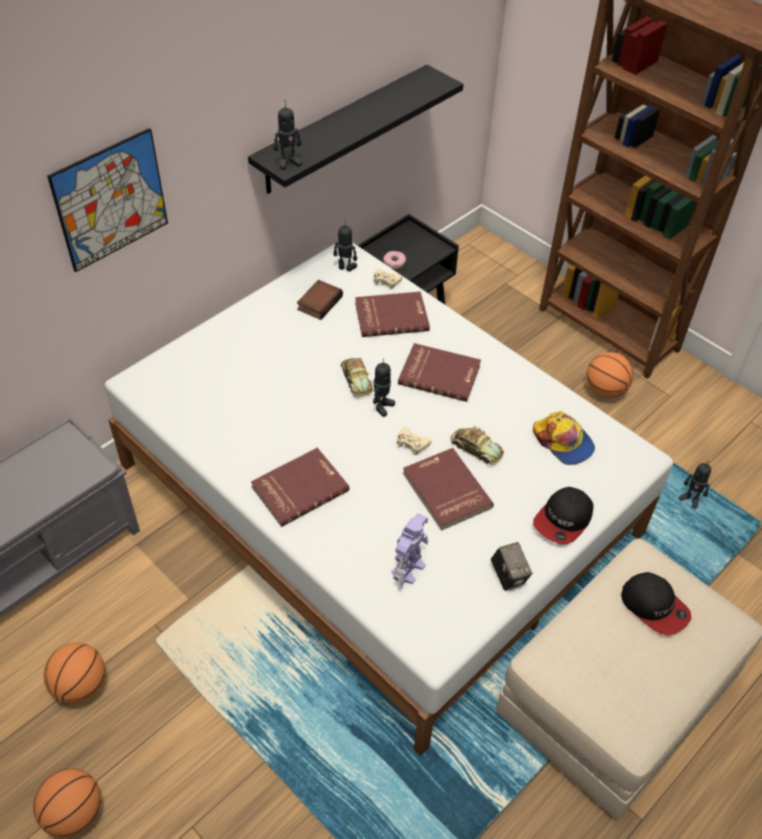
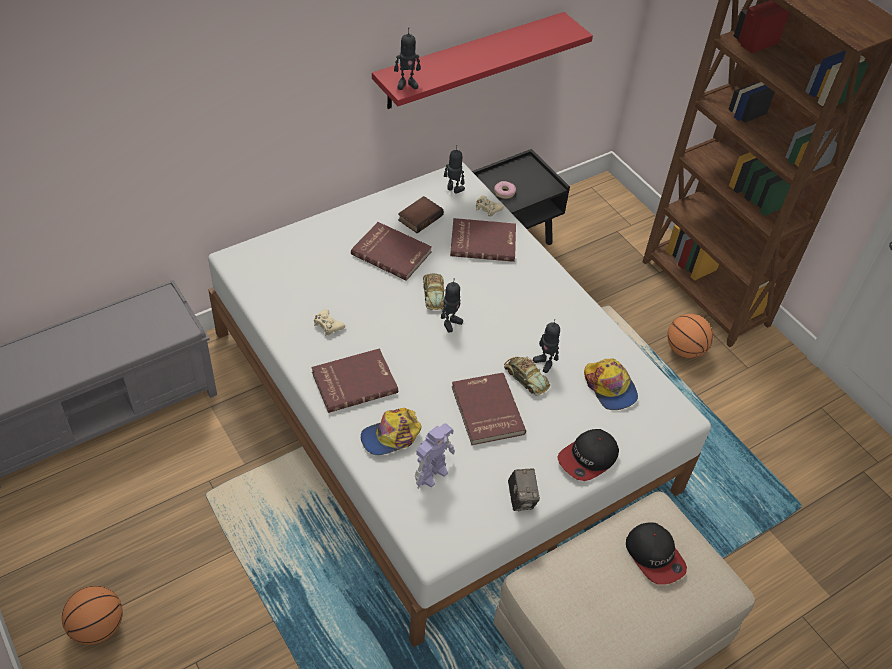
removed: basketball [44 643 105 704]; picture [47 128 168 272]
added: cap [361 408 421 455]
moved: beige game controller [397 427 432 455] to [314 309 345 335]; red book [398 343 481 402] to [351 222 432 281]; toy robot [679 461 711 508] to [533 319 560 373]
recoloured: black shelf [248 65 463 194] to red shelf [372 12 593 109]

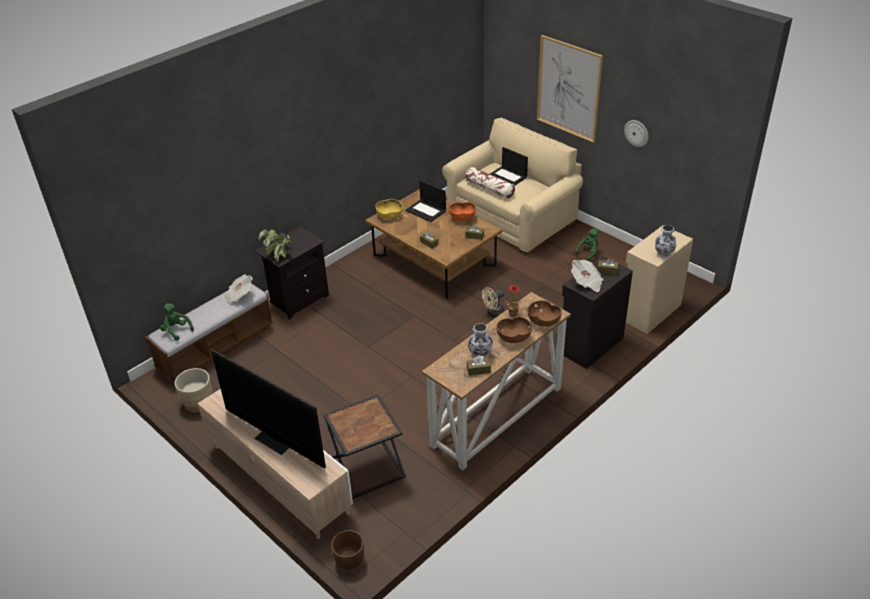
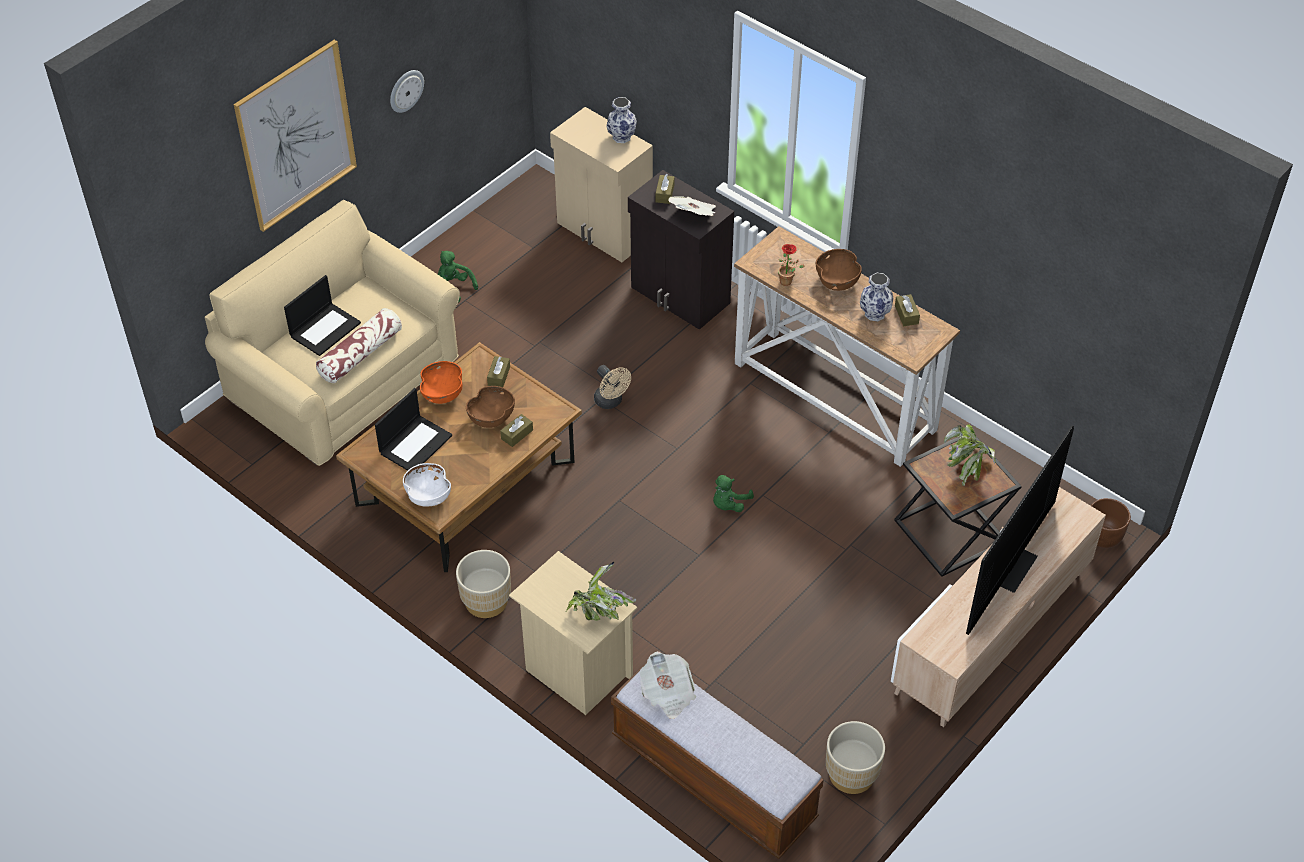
added: beige planter [456 550 511 618]; potted plant [944 424 995 486]
moved: green plush toy [160 303 194 341] to [713 475 754 512]; brown bowl [528 300 562 327] to [466 386 515 428]
recoloured: black nightstand [255 226 329 319] to beige nightstand [509 551 637 715]; yellow bowl [376 199 403 219] to white bowl [403 463 451 507]

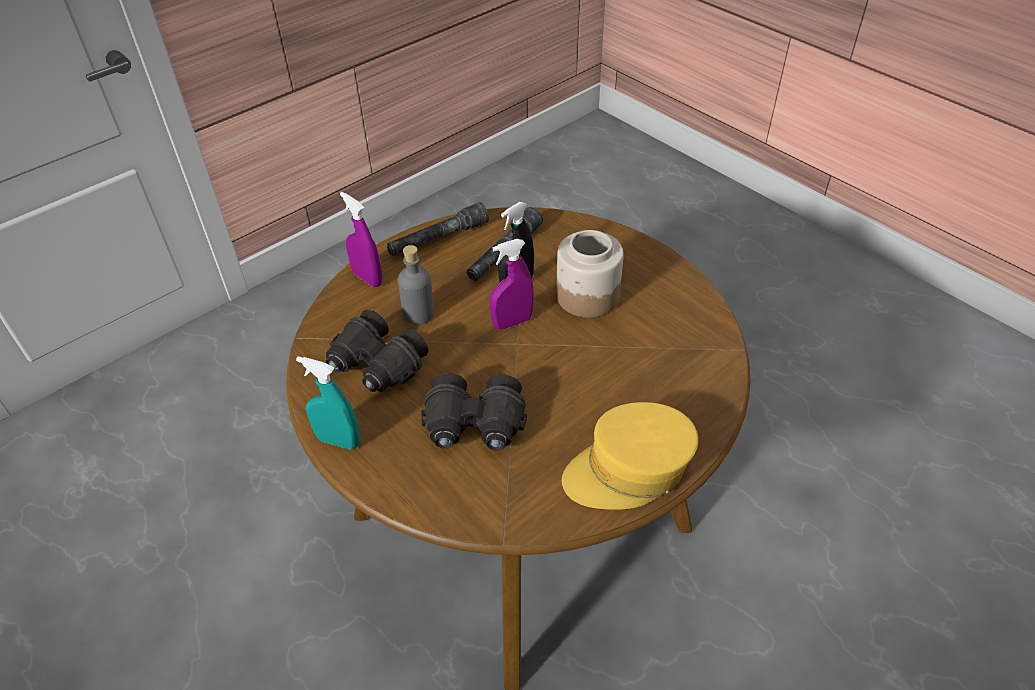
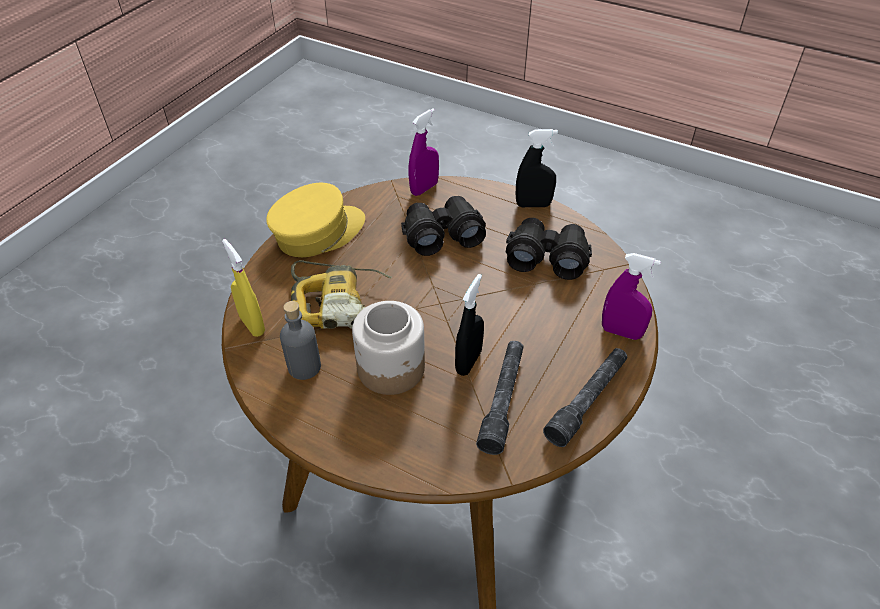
added: yellow spray bottle [222 239 265 337]; power drill [291 260 392 329]
moved: grey bottle [398 245 434 325] to [280 301 321 380]; purple spray bottle [490 239 534 330] to [408 109 439 196]
recoloured: turquoise spray bottle [296 356 360 450] to black spray bottle [516 129 558 207]

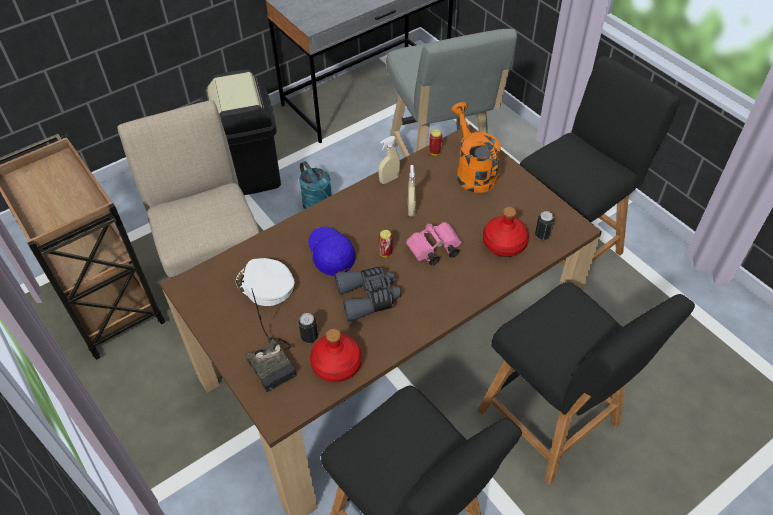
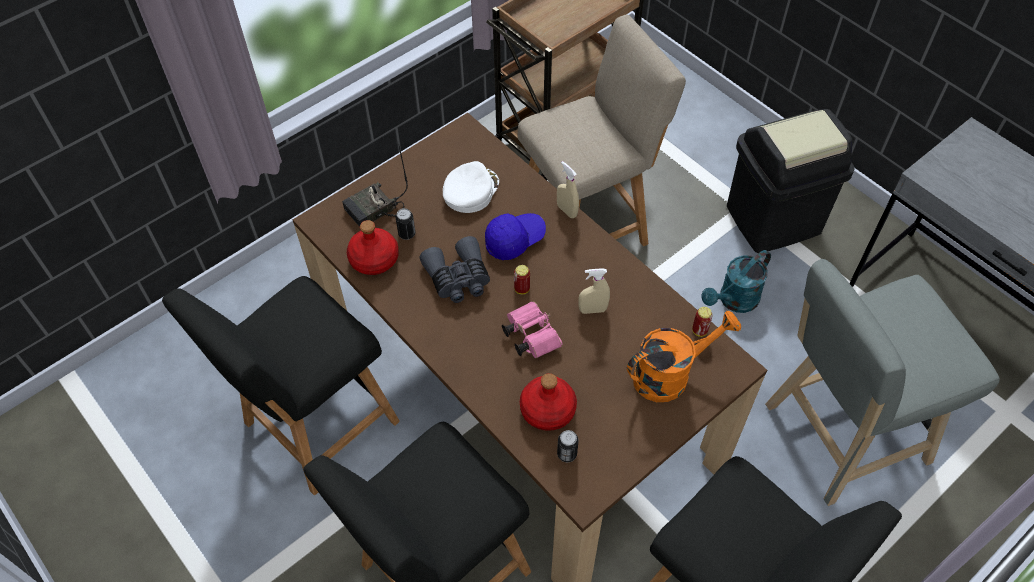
moved: beige spray bottle [378 136 400 184] to [557 161 579 218]

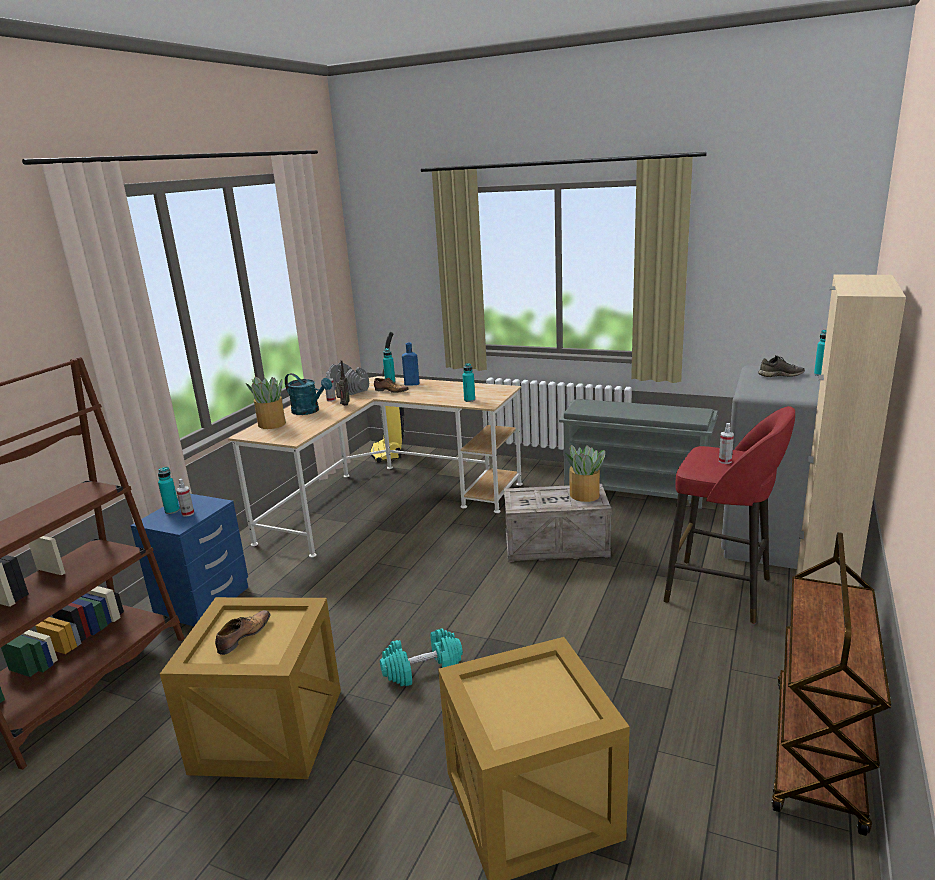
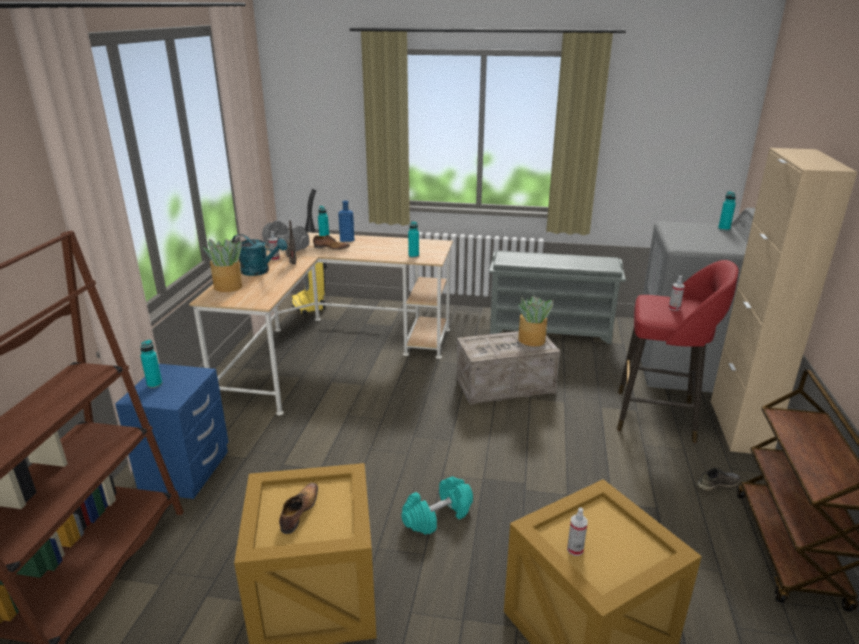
moved: spray bottle [176 479 194 517] to [567 507 588 556]; grey shoe [758 355 805 377] to [697 468 741 491]

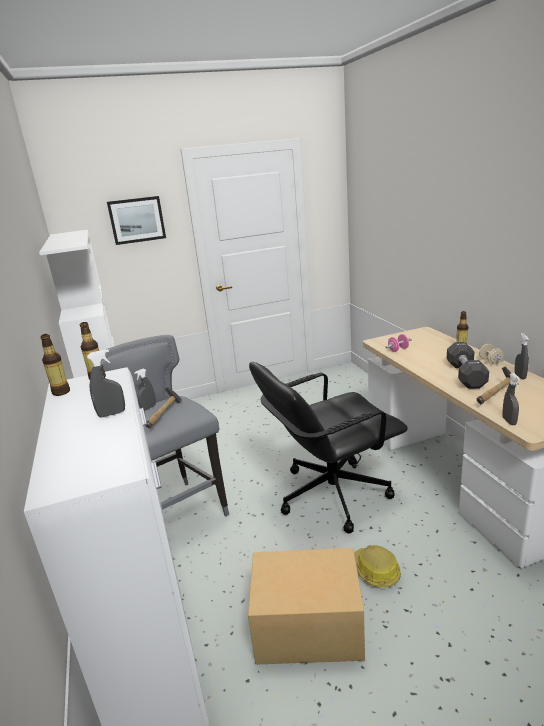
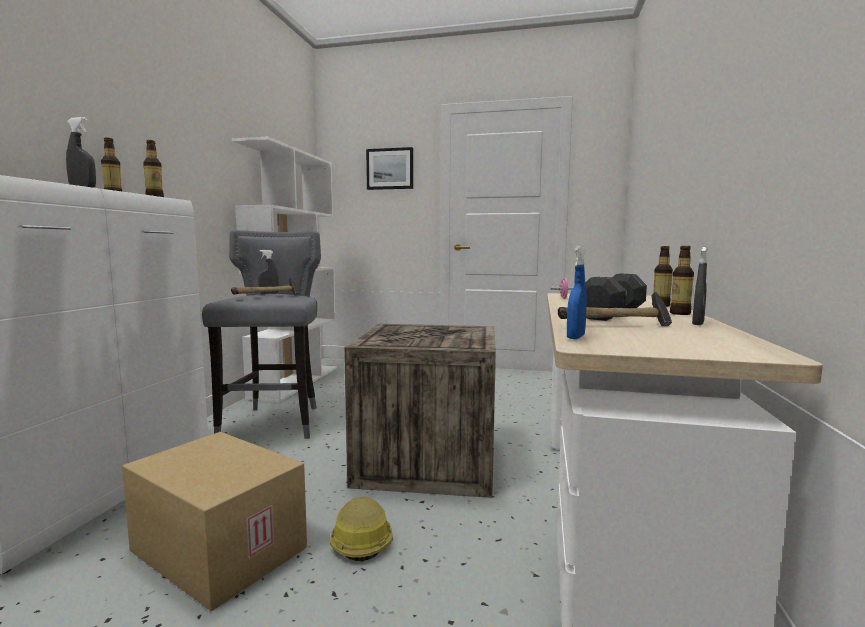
replaced: black office chair [249 362 408 534] to crate [344 324 496 498]; beige dumbbell [479 344 504 364] to bottle [670 246 694 315]
recoloured: grey spray bottle [502 373 520 425] to blue spray bottle [567 246 587 339]

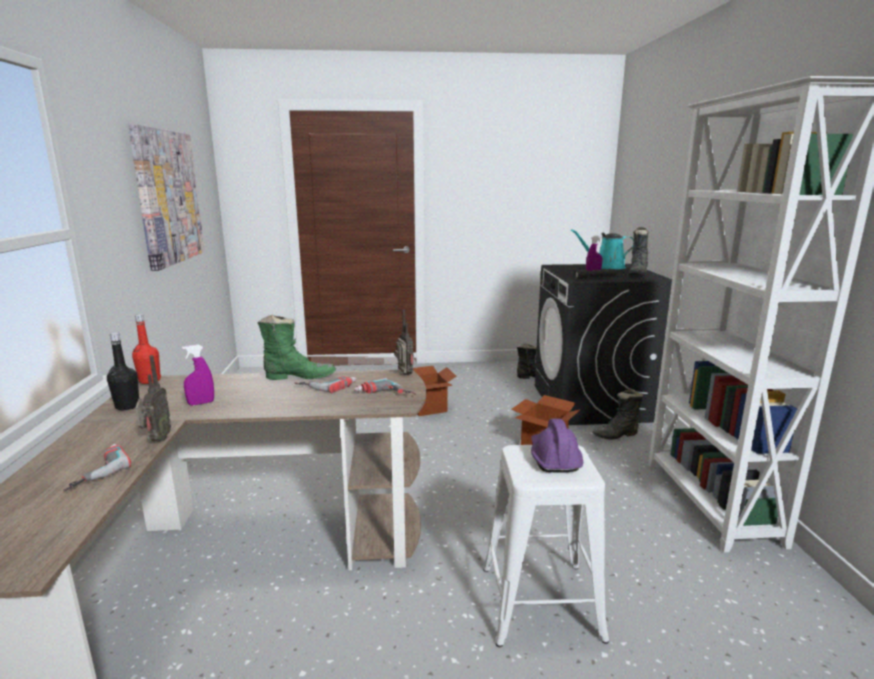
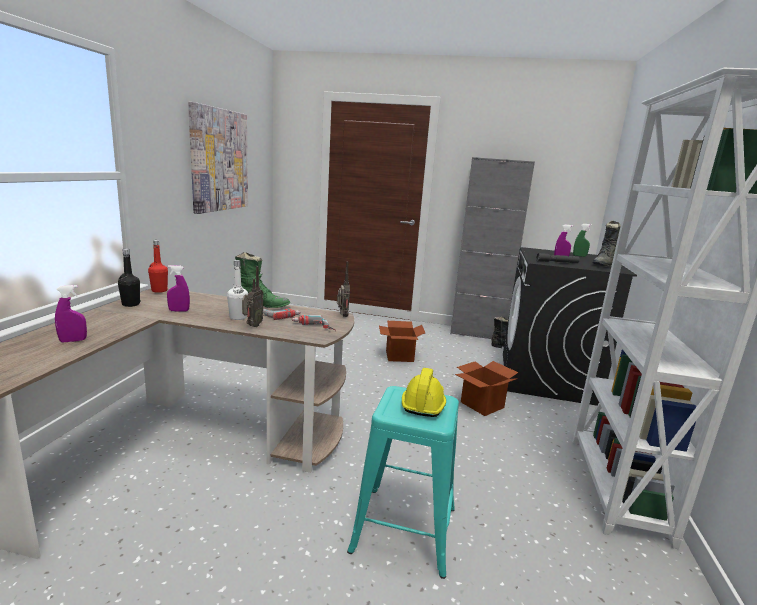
removed: black boot [592 388 643 440]
added: white bottle [227 260 248 320]; grey cabinet [450 157 535 339]
moved: radio [135 355 171 442] to [242 266 263 327]
replaced: power drill [63 444 131 491] to purple spray bottle [55 285 87 342]; turquoise watering can [571 229 634 269] to green spray bottle [573 224 592 257]
recoloured: white stool [483 445 609 647] to turquoise stool [347 386 459 579]; purple hard hat [531 419 583 473] to yellow hard hat [402 368 446 417]

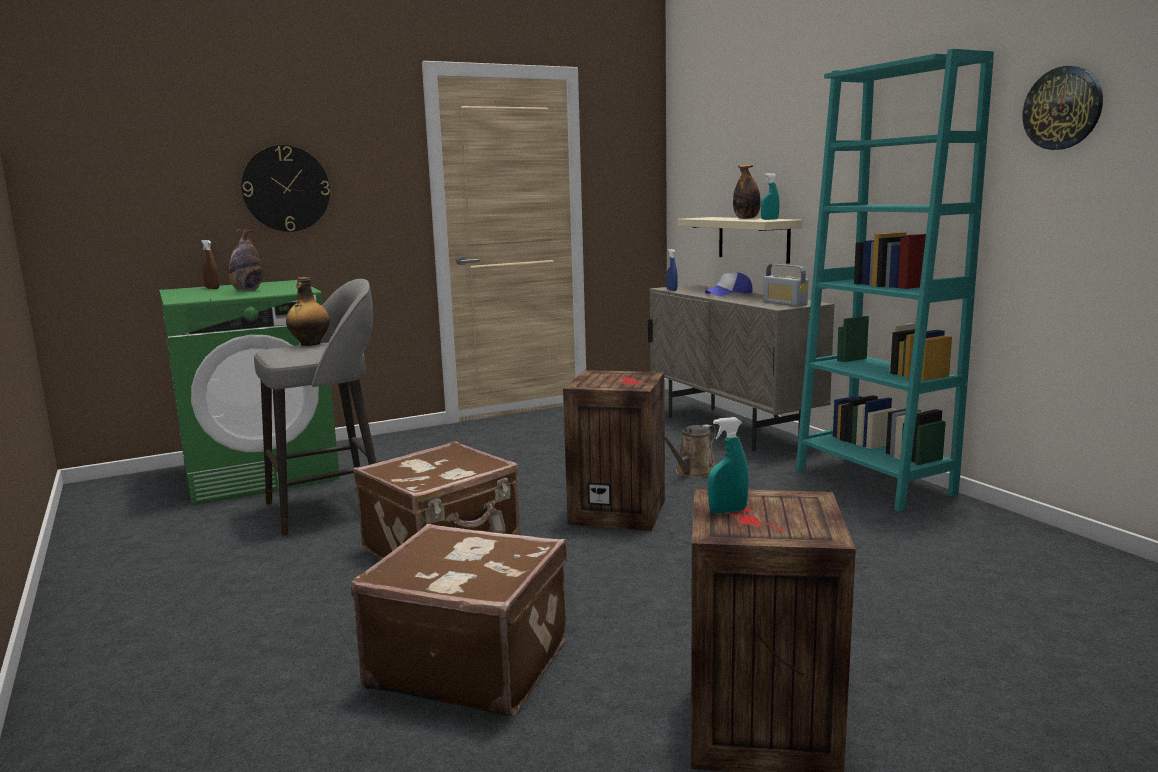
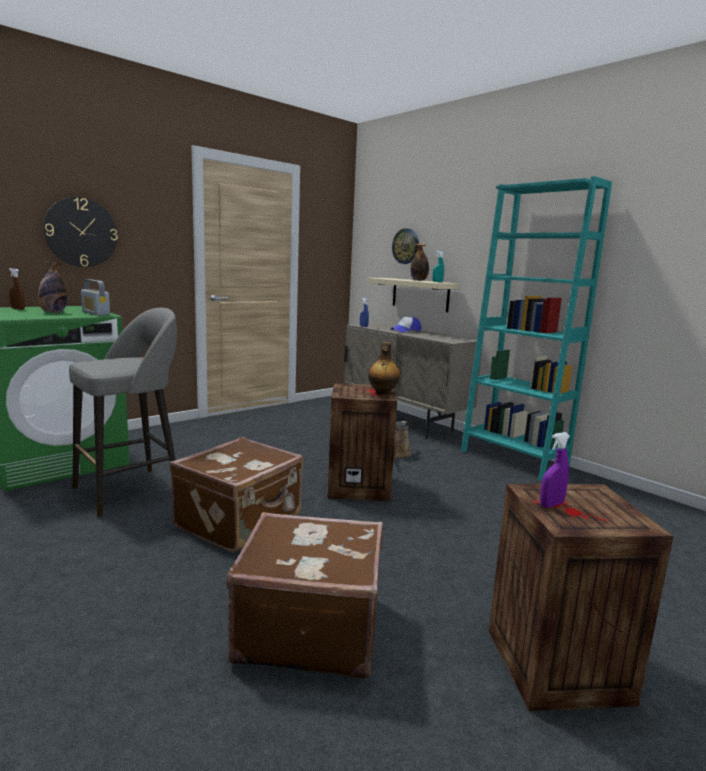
moved: bottle [286 277 330 346] to [368 342 400 395]; radio [763 264 808 307] to [81 279 110 316]; wall clock [1023 66 1103 150] to [392 228 419 264]
recoloured: turquoise spray bottle [708 417 748 514] to purple spray bottle [540 432 570 507]

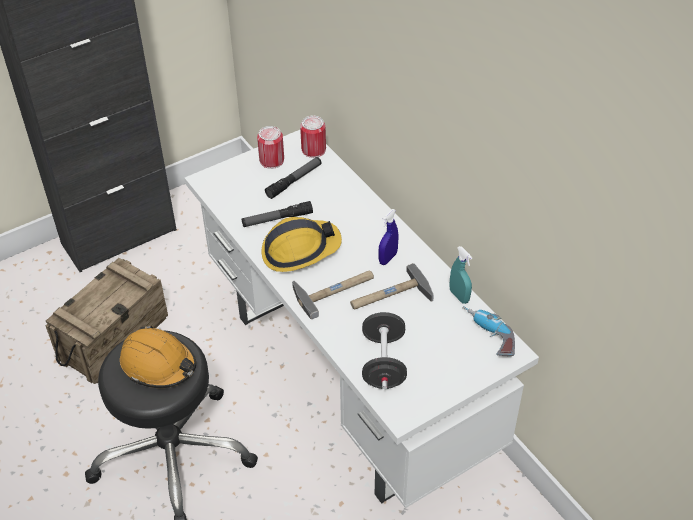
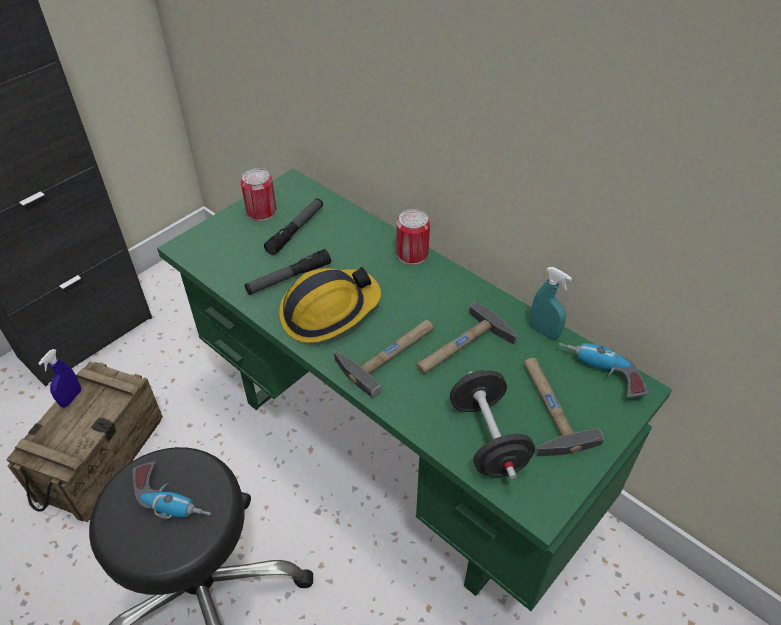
added: hammer [524 358 604 456]
moved: can [300 116 326 158] to [396 209 430 265]; blue spray bottle [378 209 399 265] to [38 349 81 407]
replaced: orange hard hat [120 325 196 388] to power drill [132 461 211 520]
recoloured: white desk [184 130 539 508] to green desk [157 169 672 611]

